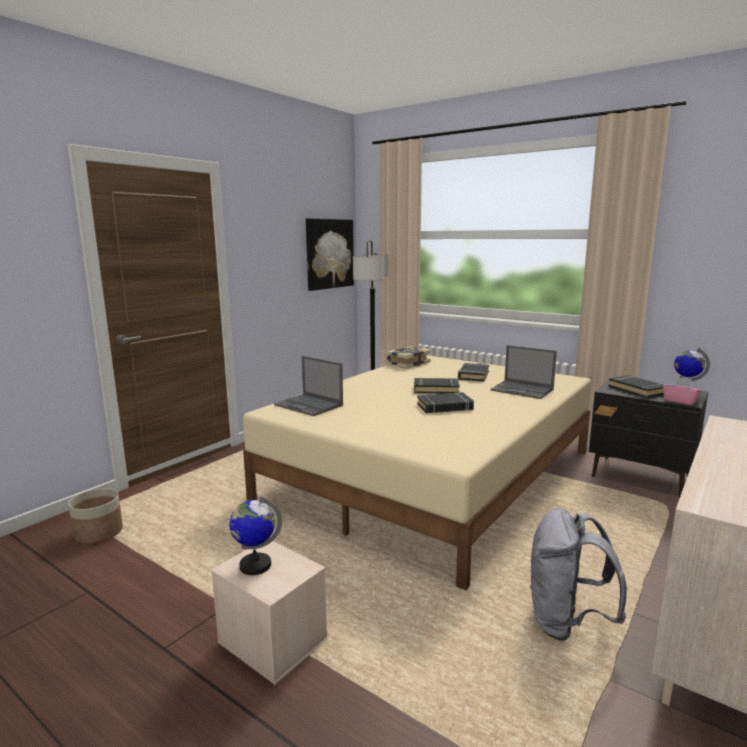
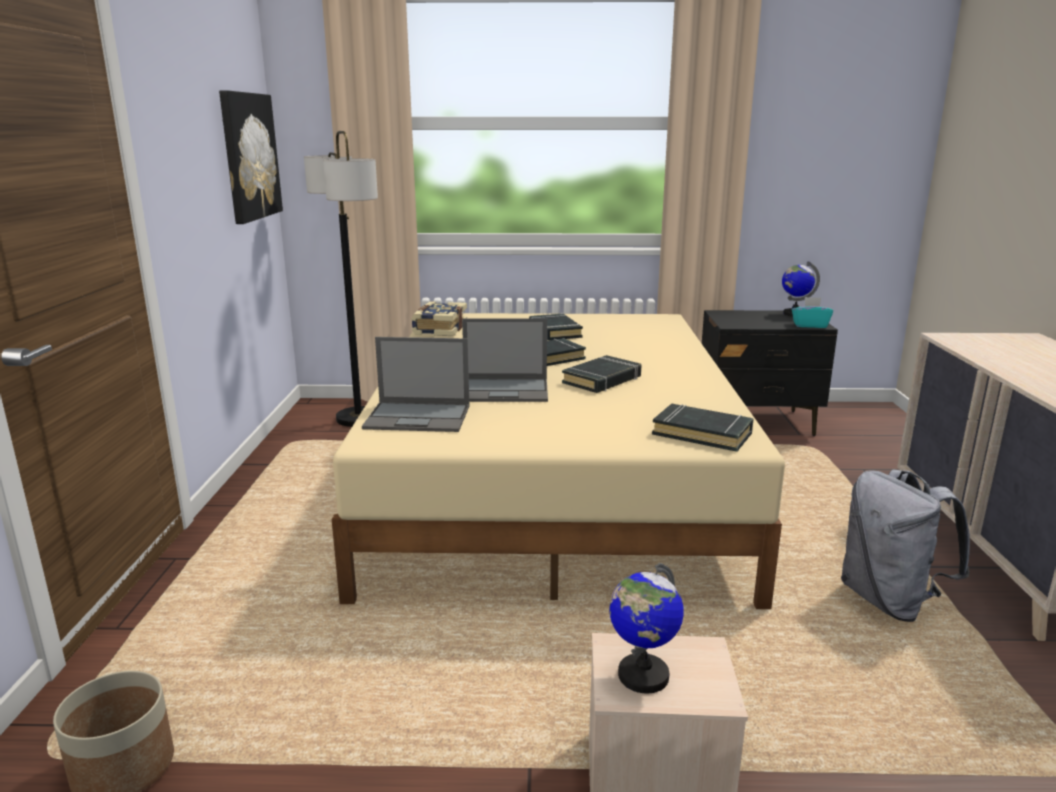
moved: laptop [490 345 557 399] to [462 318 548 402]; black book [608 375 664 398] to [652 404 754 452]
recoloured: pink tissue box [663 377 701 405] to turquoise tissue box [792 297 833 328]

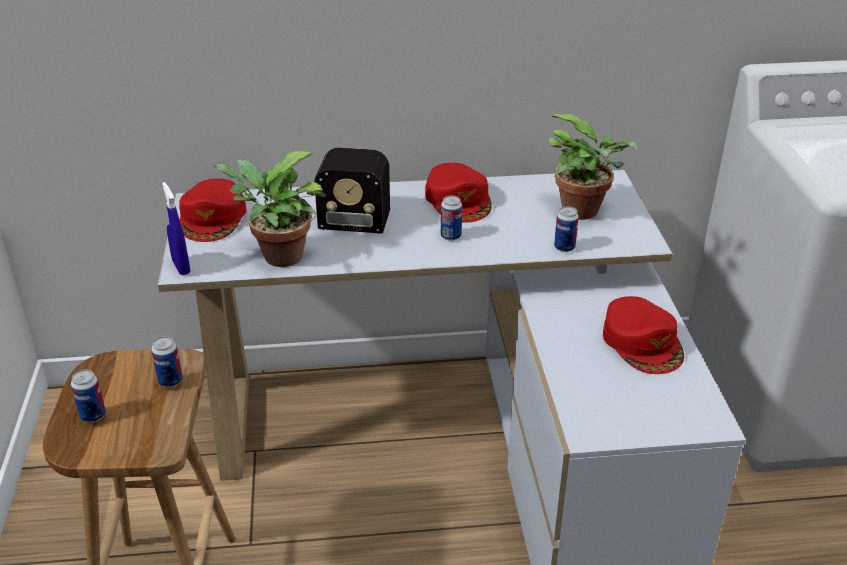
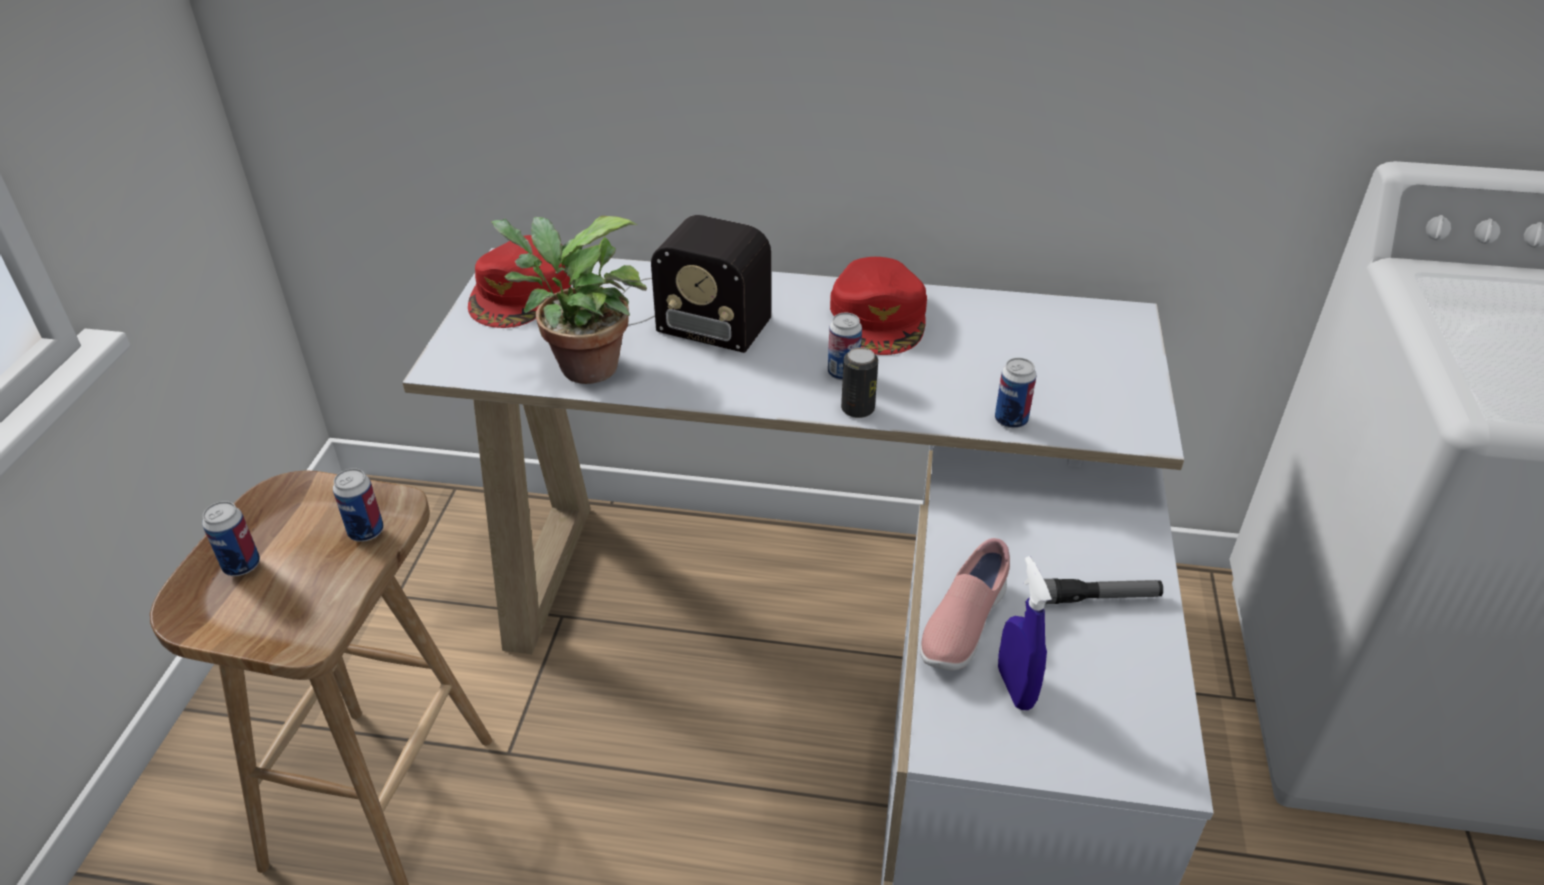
removed: potted plant [549 114 637 220]
added: can [841 347 878 418]; pink shoe [920 538 1010 671]
moved: blue spray bottle [162 182 190 275] to [998 556 1052 710]
replaced: red cap [603 296 684 374] to flashlight [1044 578 1163 604]

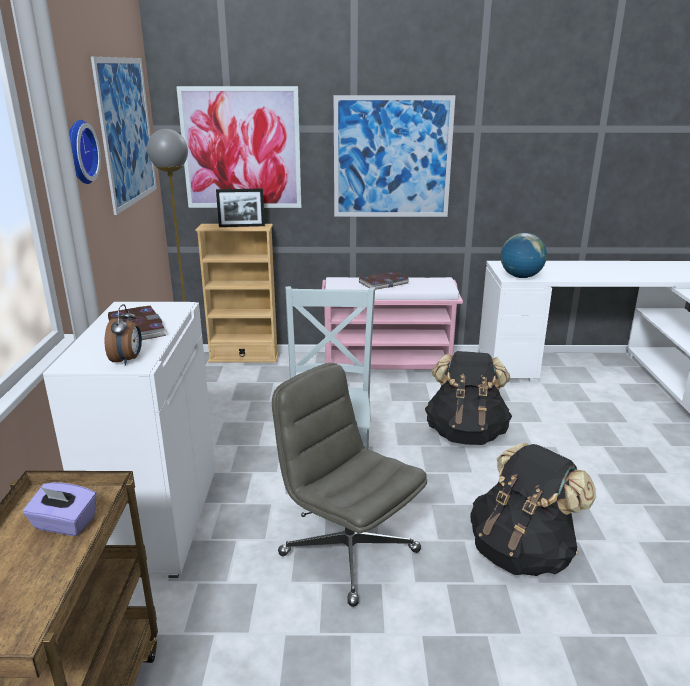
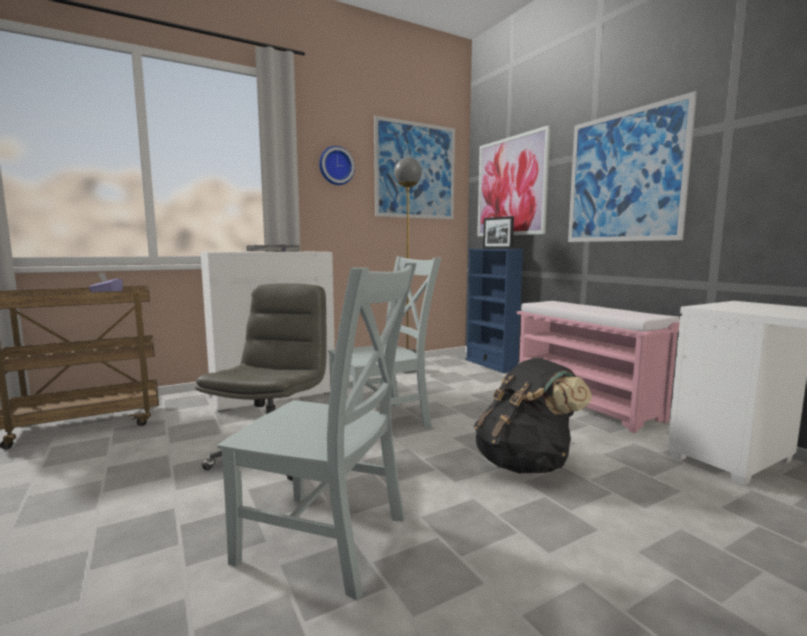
removed: alarm clock [105 304 142 365]; book [359 271 409 290]; globe [501 233 547 278]
replaced: black backpack [470 443 596 576] to grey chair [217 263 417 601]
recoloured: beige bookcase [196 224 279 363] to blue bookcase [465 249 524 373]

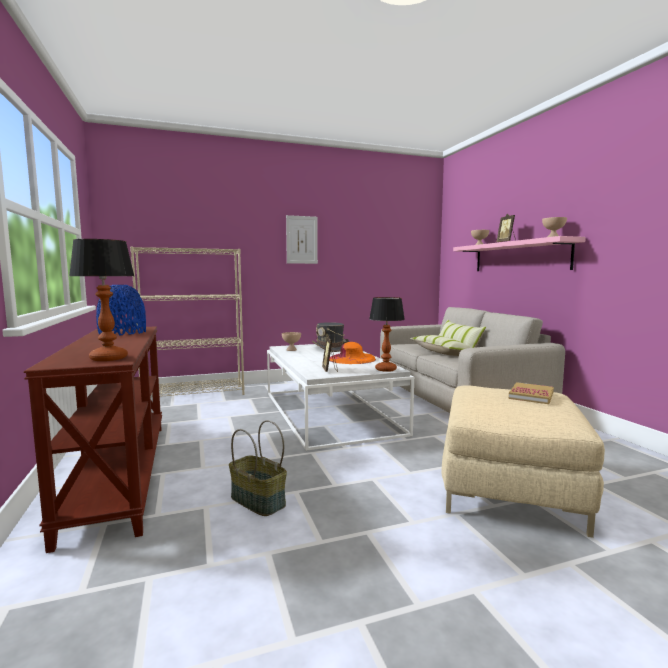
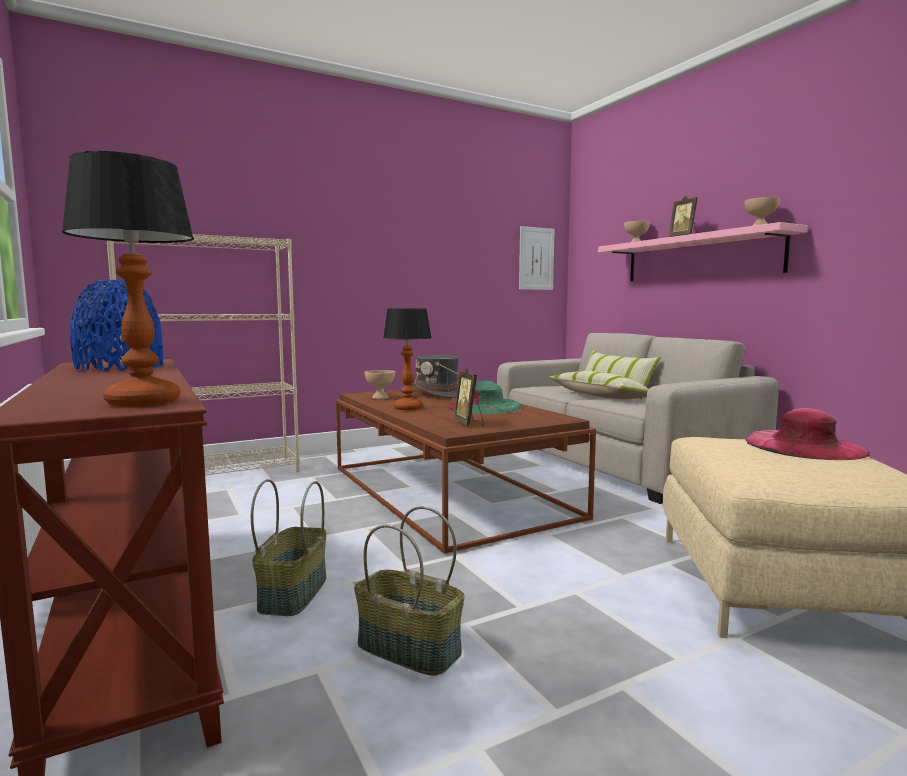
added: basket [251 479 326 616]
moved: picture [286 215 318 264] to [519 226 555 290]; table lamp [369 297 405 372] to [383 308 431 410]
replaced: book [509 382 554 404] to pink hat [745 408 870 460]
recoloured: white coffee table [267 344 414 451] to brown coffee table [336 389 596 554]; orange hat [329 342 376 364] to green hat [448 380 522 414]

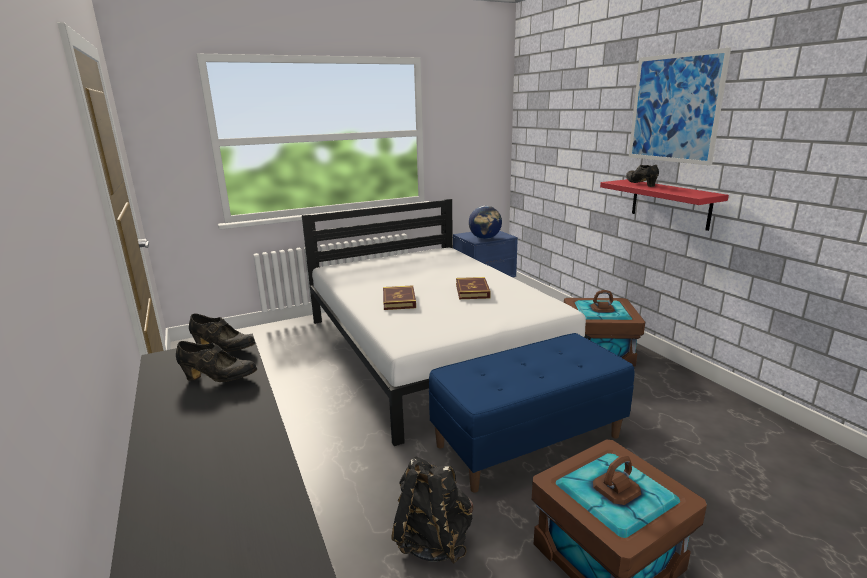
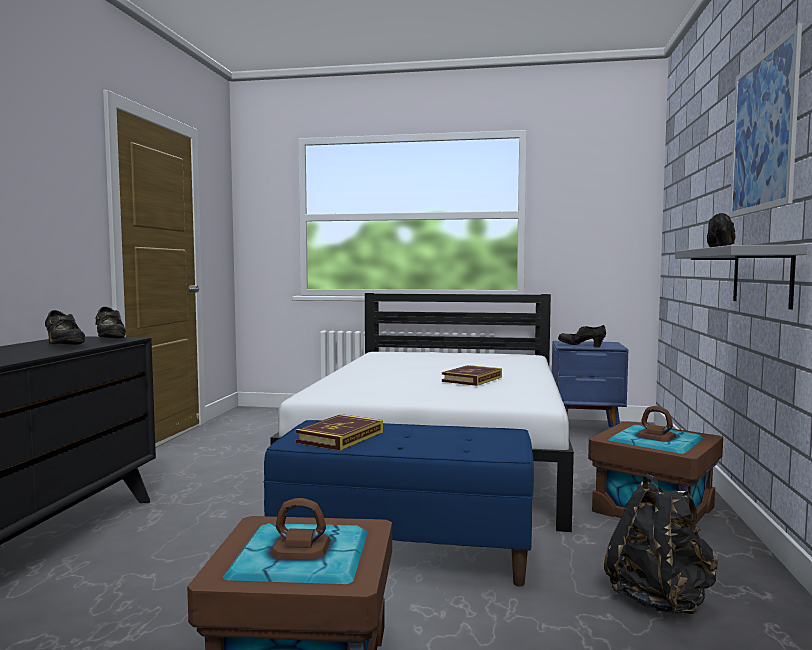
moved: book [383 285 416 310] to [296 414 383 451]; black backpack [391 457 473 564] to [604 474 718 614]
replaced: globe [469 206 502 239] to black shoe [558 325 606 347]
recoloured: red shelf [600 179 729 231] to grey shelf [675 245 807 309]

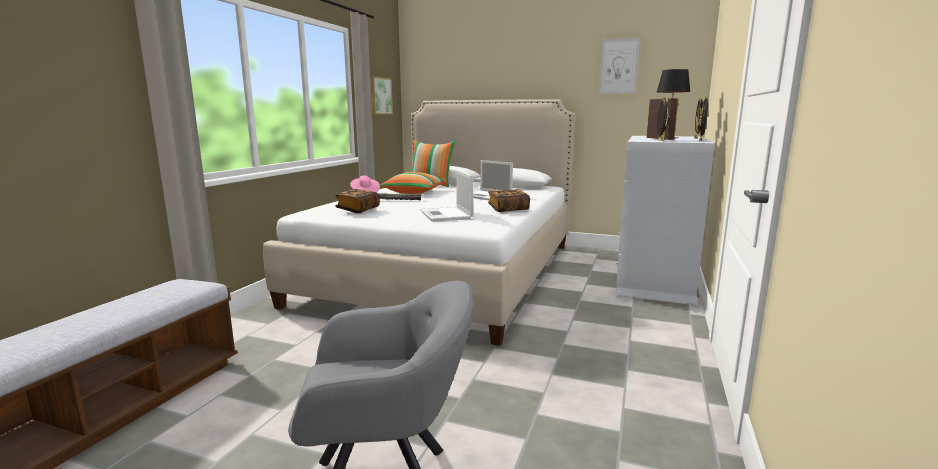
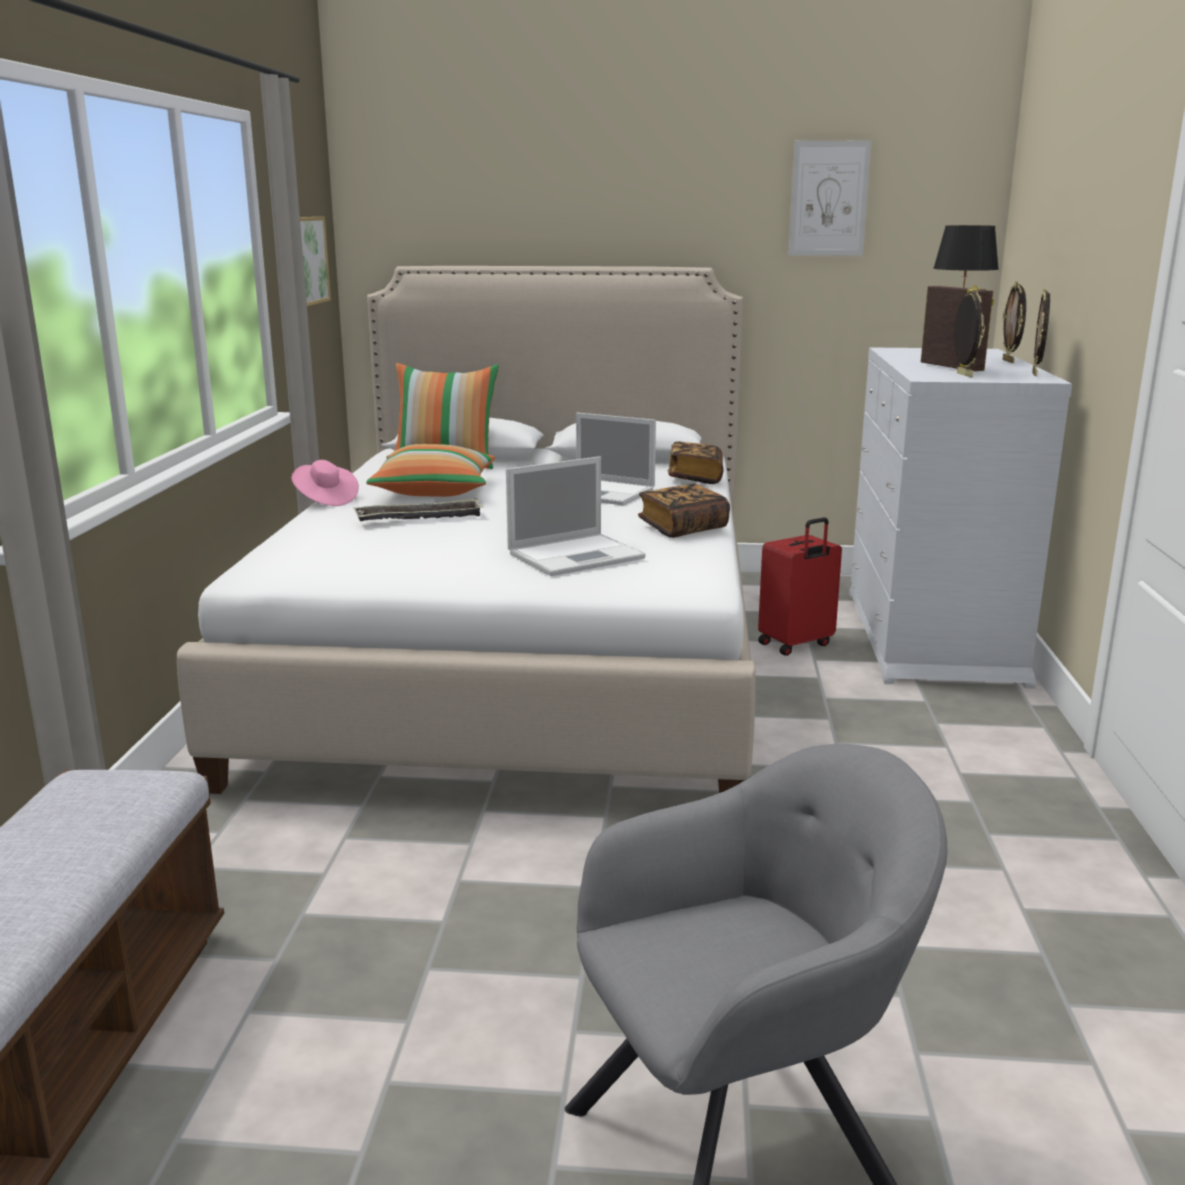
added: red suitcase [758 517 842 656]
moved: book [335 189 380 213] to [668 442 724 484]
turned: laptop [420 170 473 222] = [506 456 646 576] 90 degrees counterclockwise

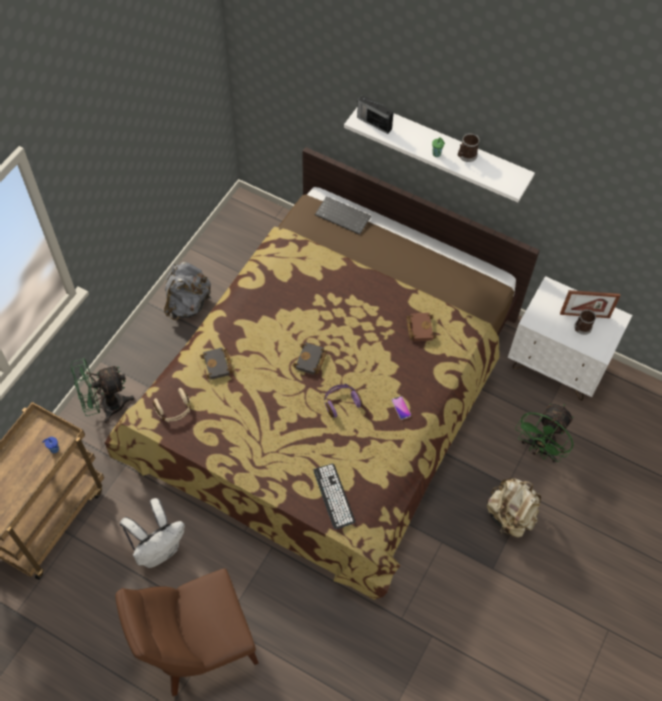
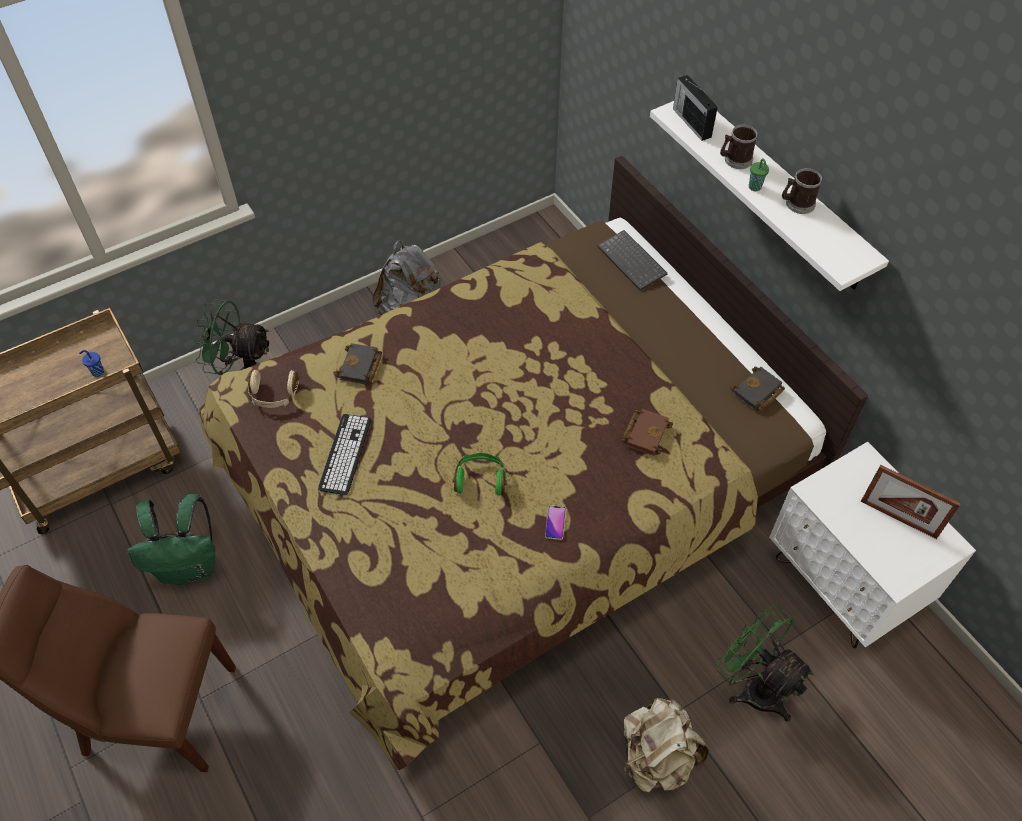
moved: black book [292 342 327 375] to [731 366 785 411]; keyboard [314 464 355 529] to [318 414 371 495]; mug [574 309 596 335] to [720 125 758 169]
recoloured: white backpack [120 498 185 568] to green backpack [127 494 215 585]; purple headphones [324 384 362 418] to green headphones [453 453 507 496]
turned: green fan [515 404 574 463] = [716 604 814 722] 75 degrees clockwise

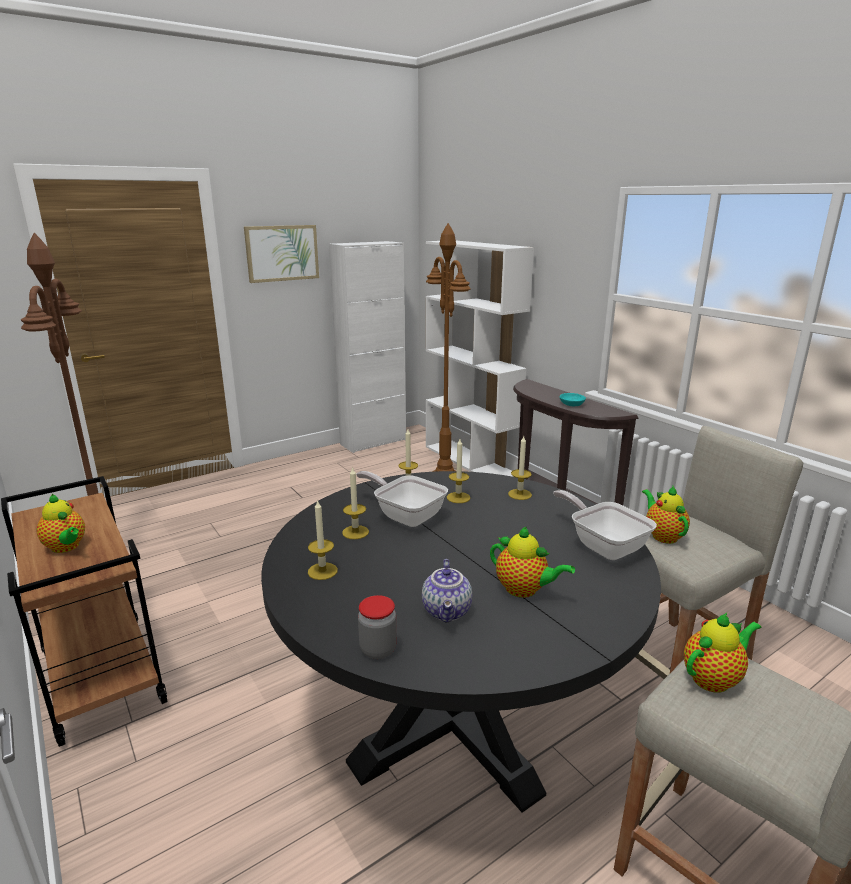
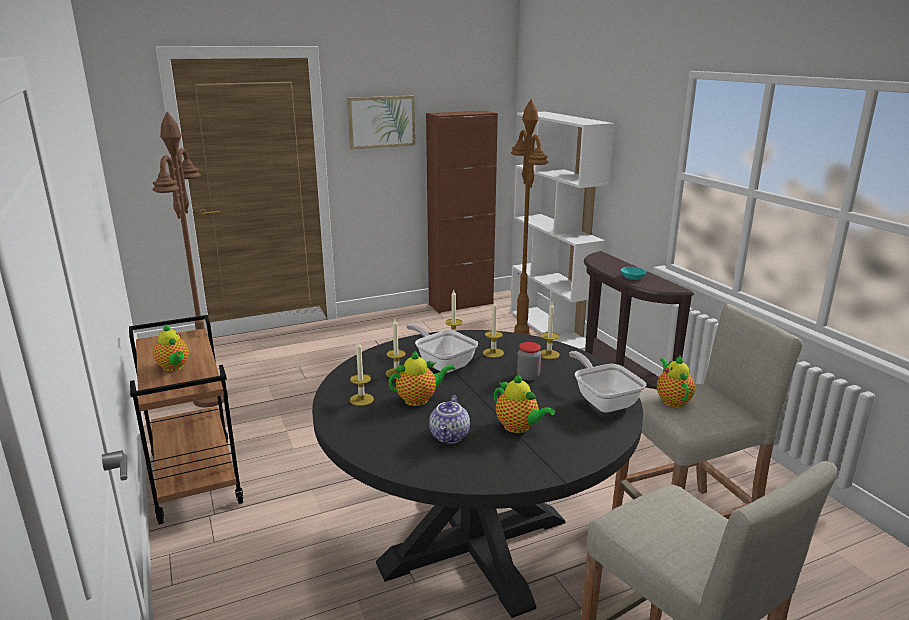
moved: jar [358 595 397 659] to [517 342 541 381]; teapot [684 613 761 693] to [389 350 455 406]
recoloured: white cabinet [329 241 406 453] to brown cabinet [426 111 498 314]

